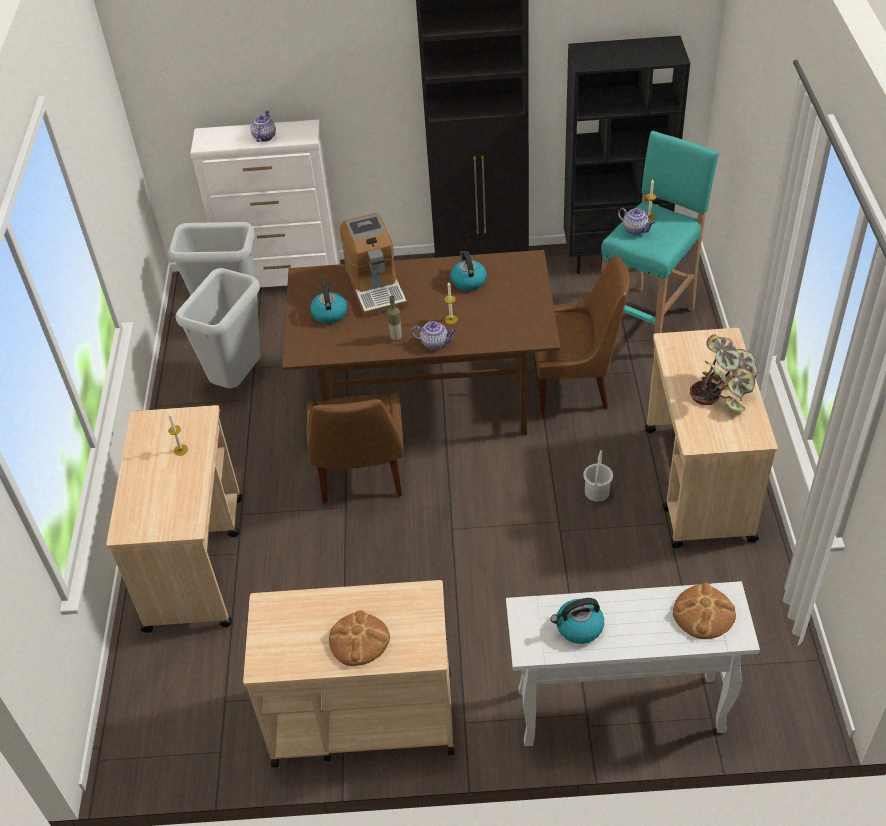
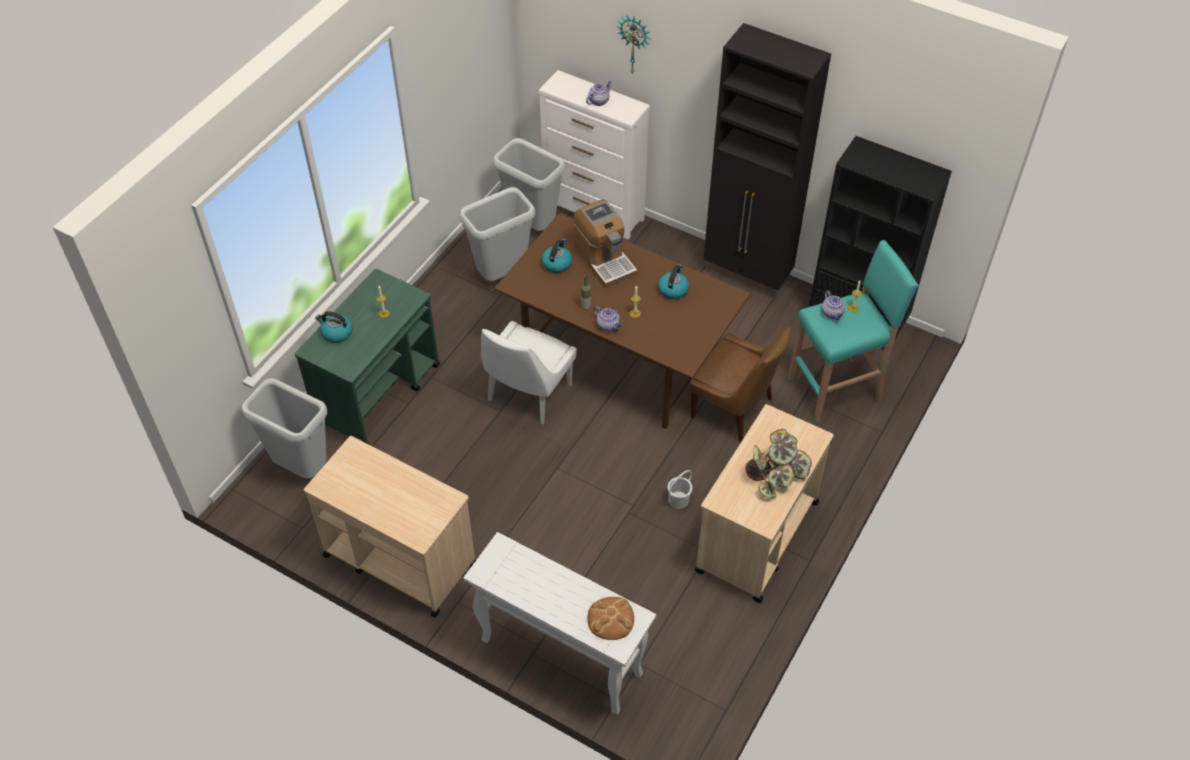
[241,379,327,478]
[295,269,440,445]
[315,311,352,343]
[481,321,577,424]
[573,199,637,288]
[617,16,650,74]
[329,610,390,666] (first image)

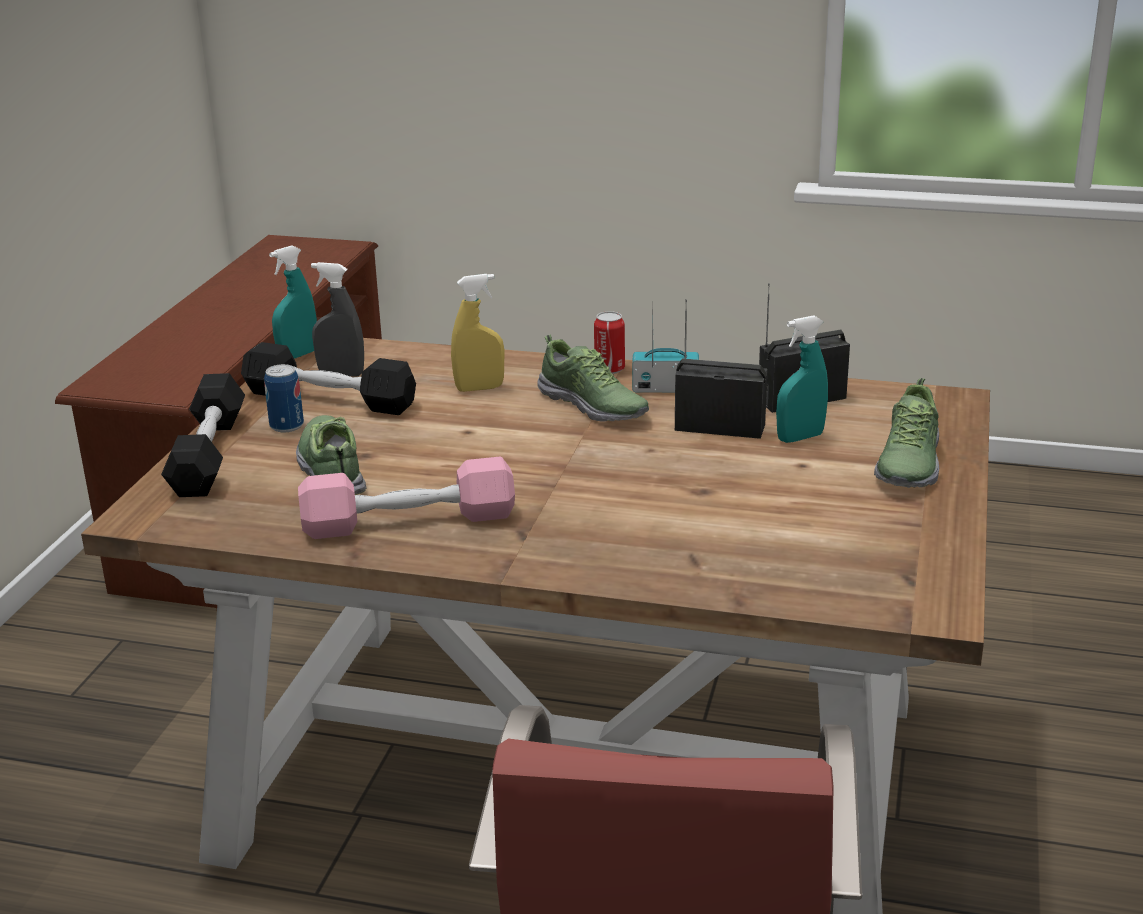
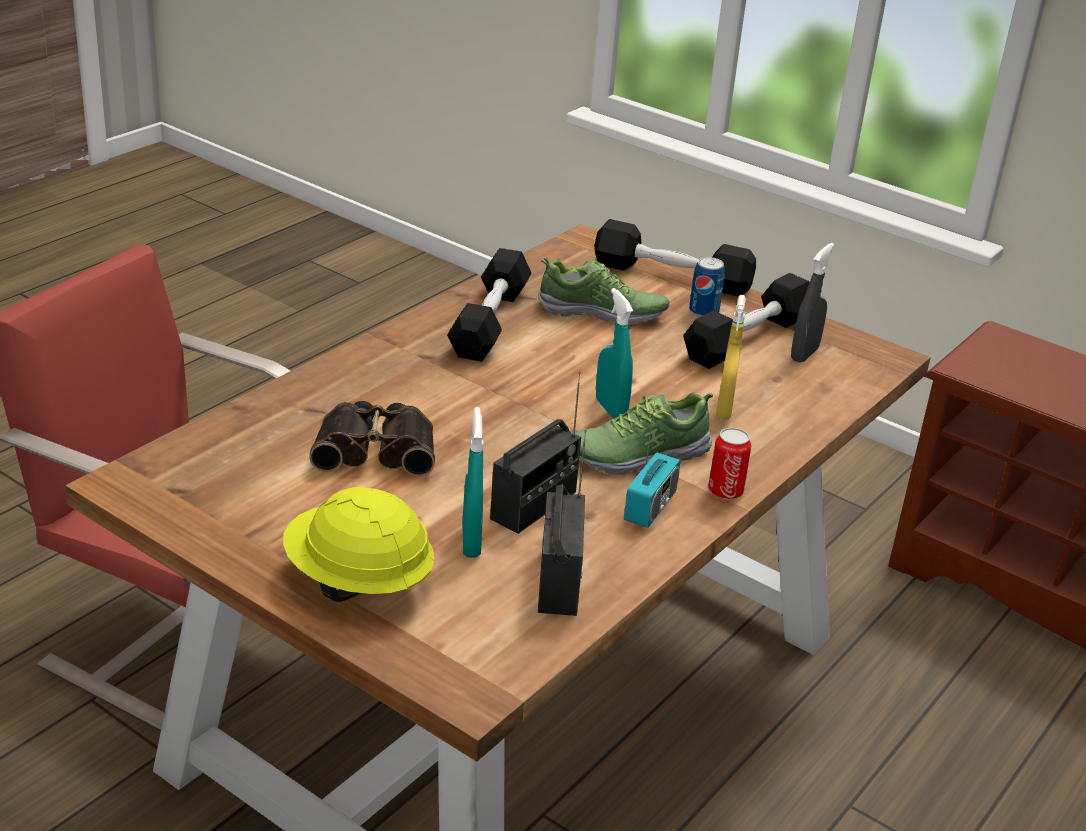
[283,486,434,602]
[309,401,435,476]
[447,248,531,362]
[596,288,633,419]

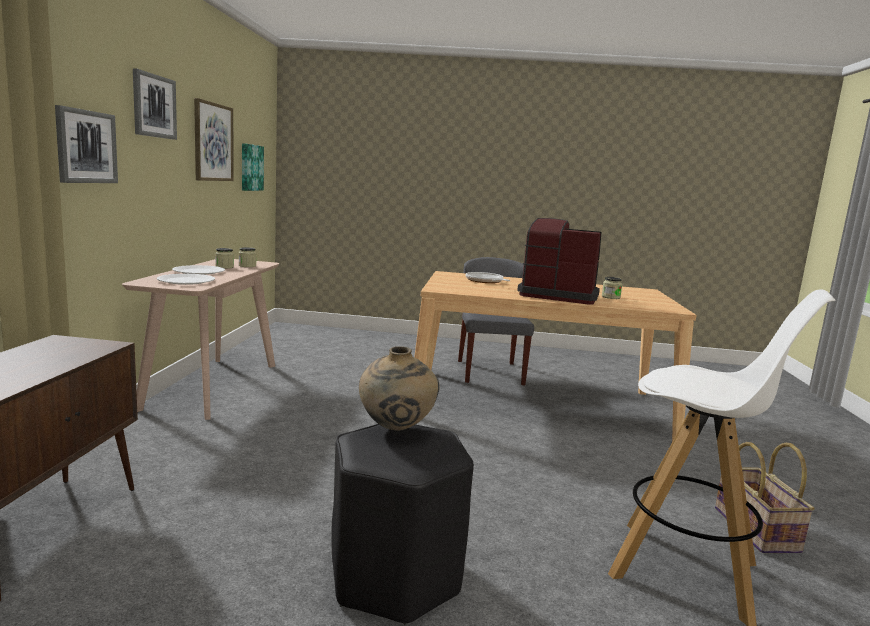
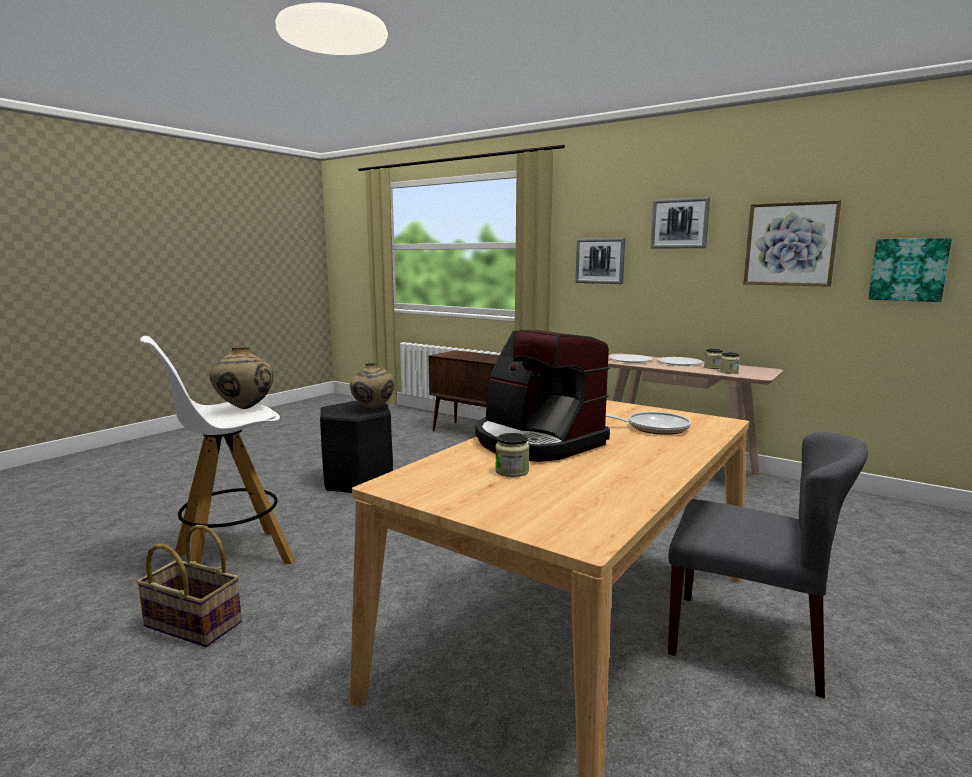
[209,346,274,409]
[475,330,610,462]

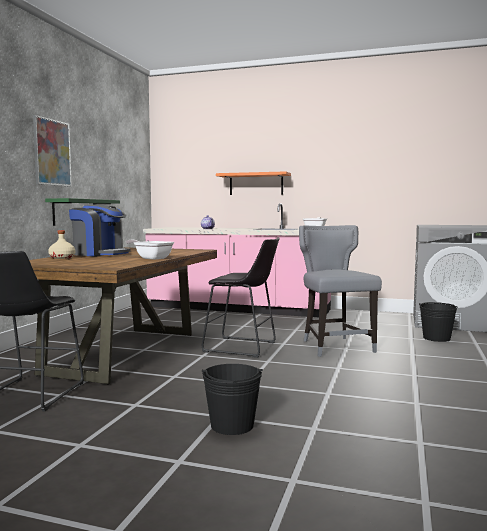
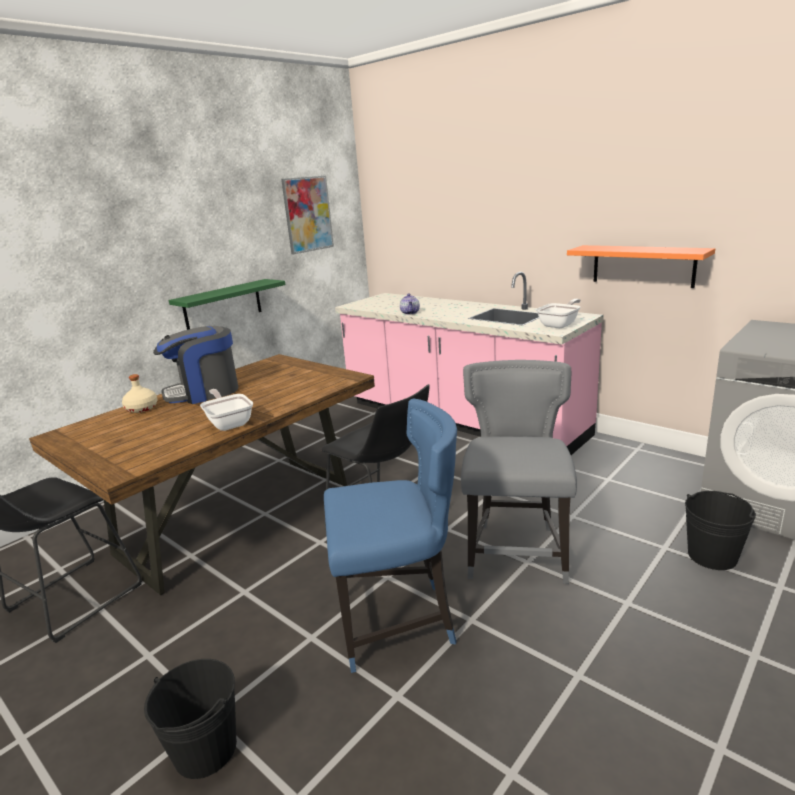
[153,326,239,404]
[281,176,334,254]
[324,398,457,673]
[567,245,715,288]

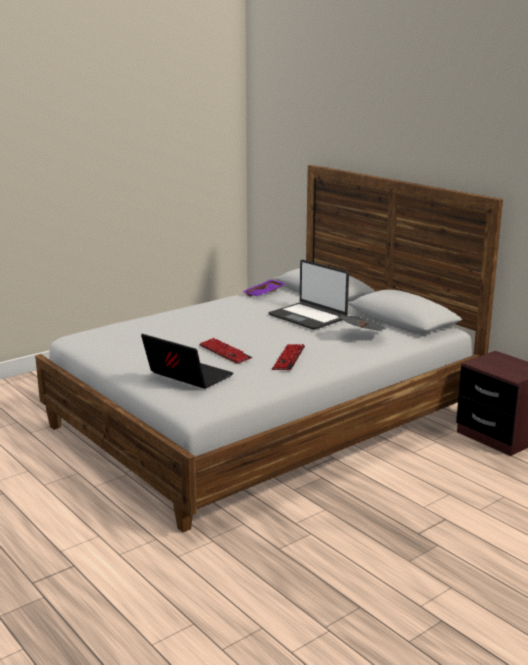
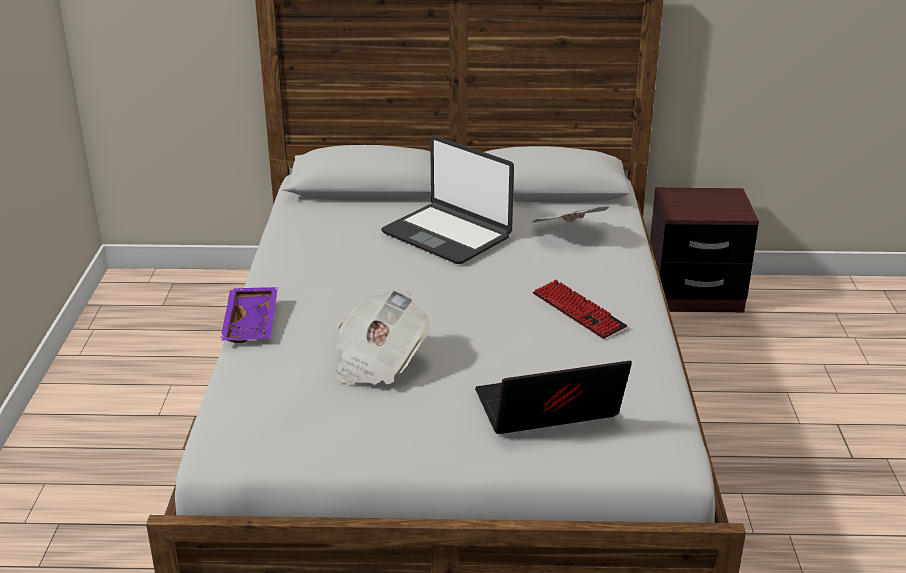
[220,287,278,343]
[334,290,429,384]
[381,136,514,264]
[199,338,252,364] (first image)

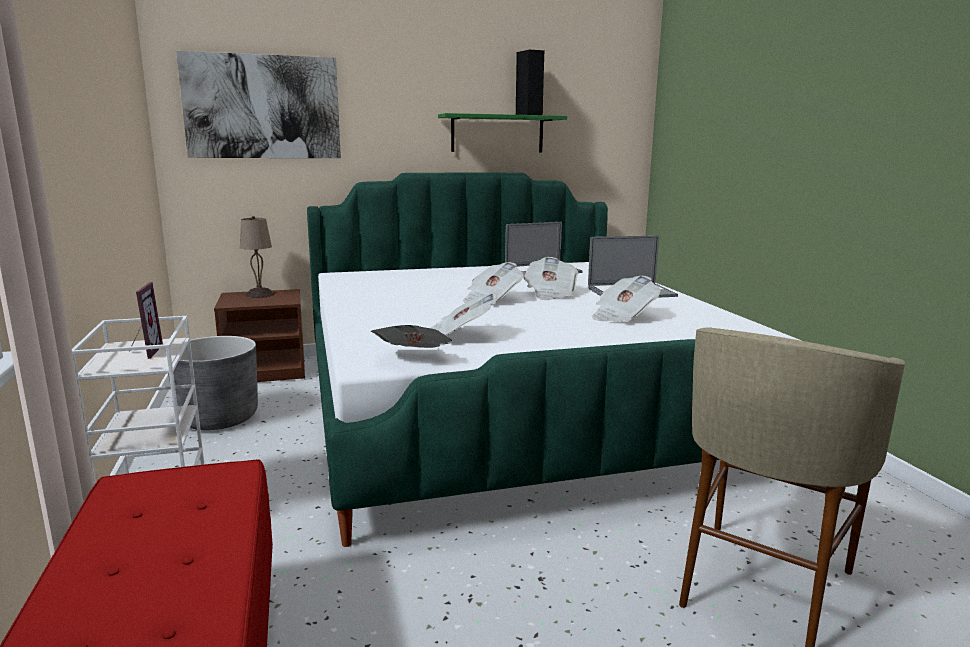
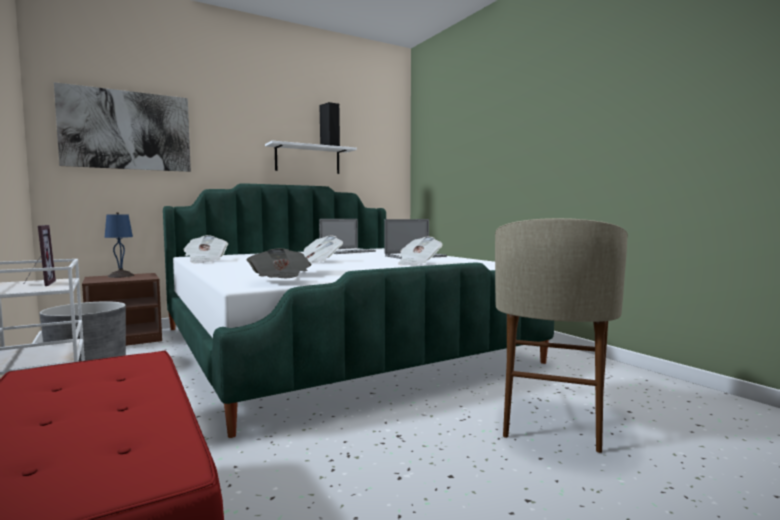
[105,212,134,278]
[183,235,228,264]
[265,141,357,174]

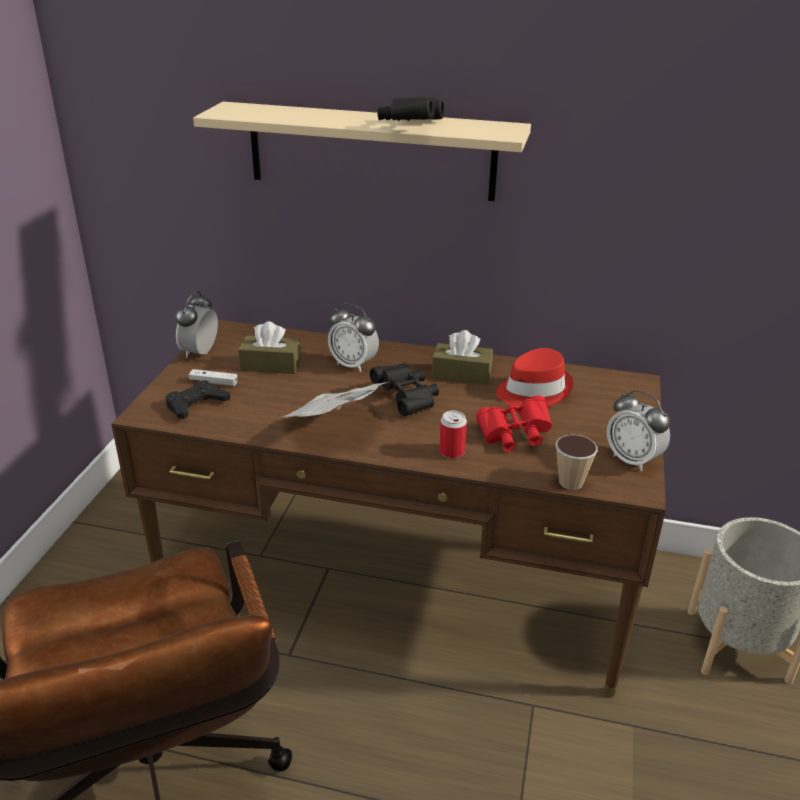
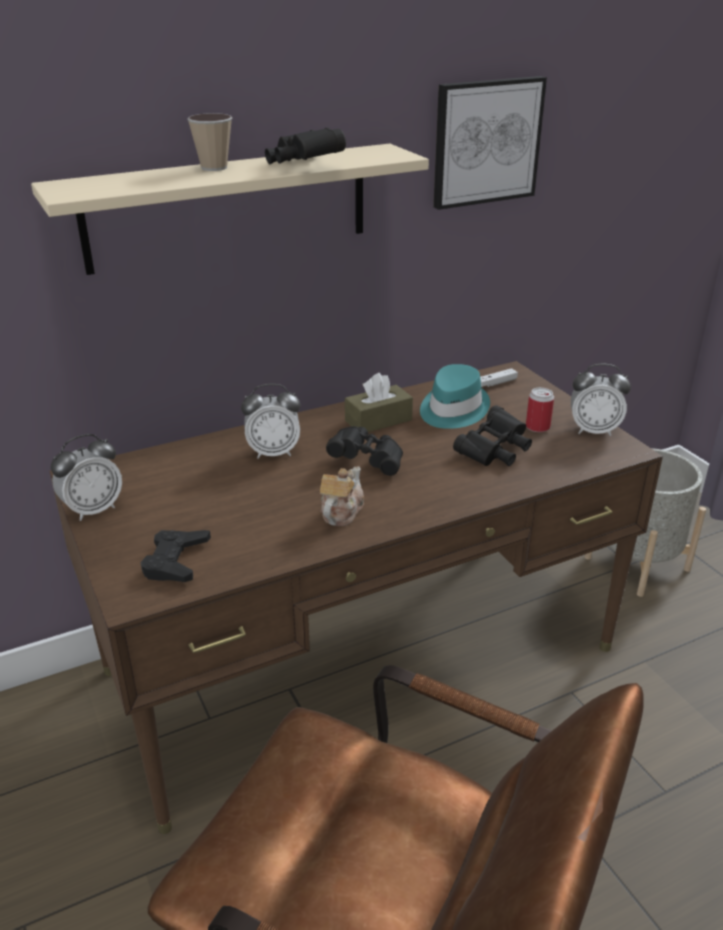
[51,434,122,521]
[187,113,232,171]
[320,466,364,526]
[420,364,490,429]
[433,76,547,210]
[453,405,532,466]
[480,368,518,387]
[526,387,554,432]
[238,321,301,374] (first image)

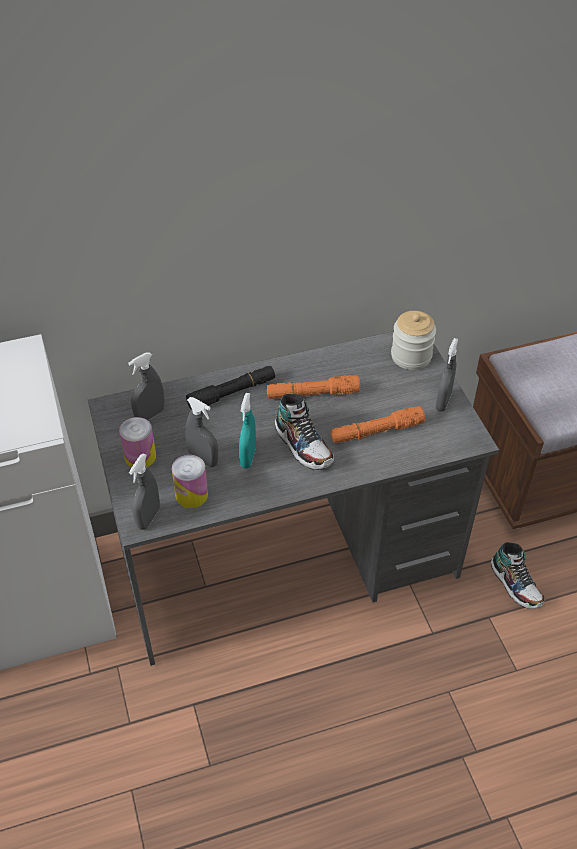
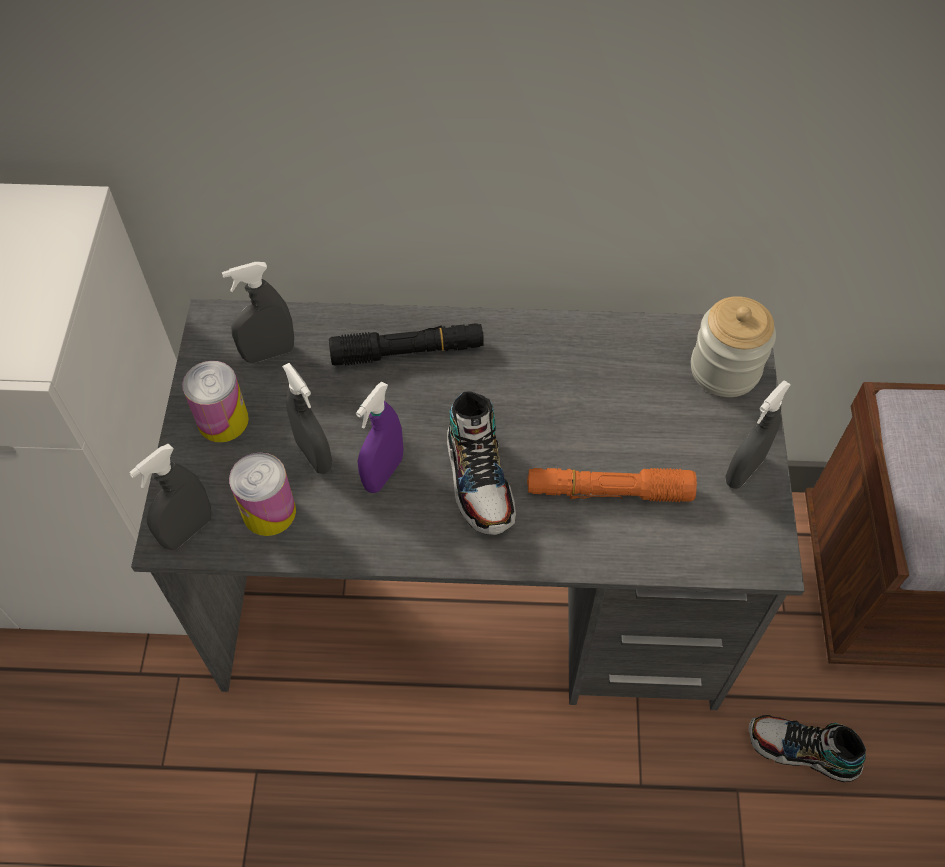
[356,381,403,493]
[749,715,866,782]
[267,375,360,399] (first image)

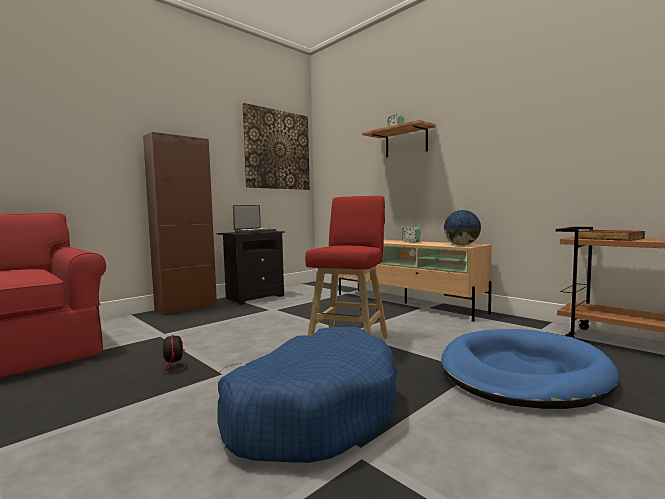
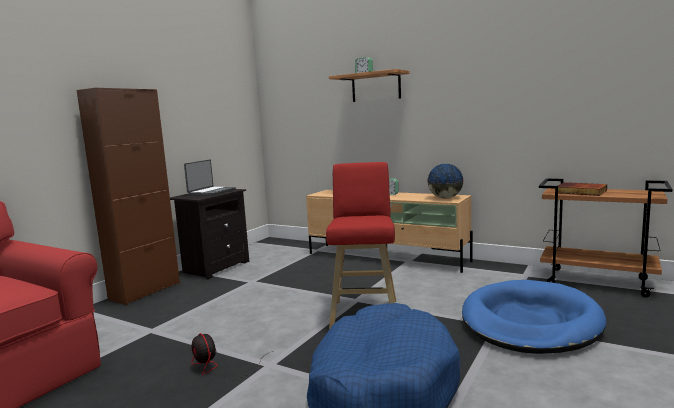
[242,103,310,190] (first image)

